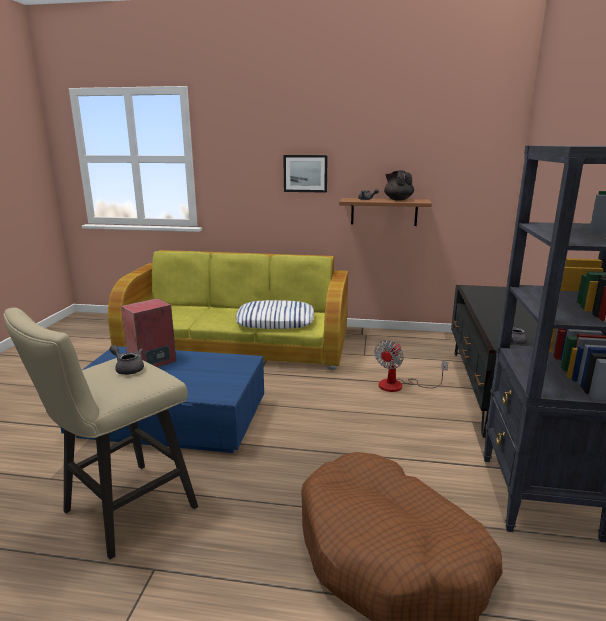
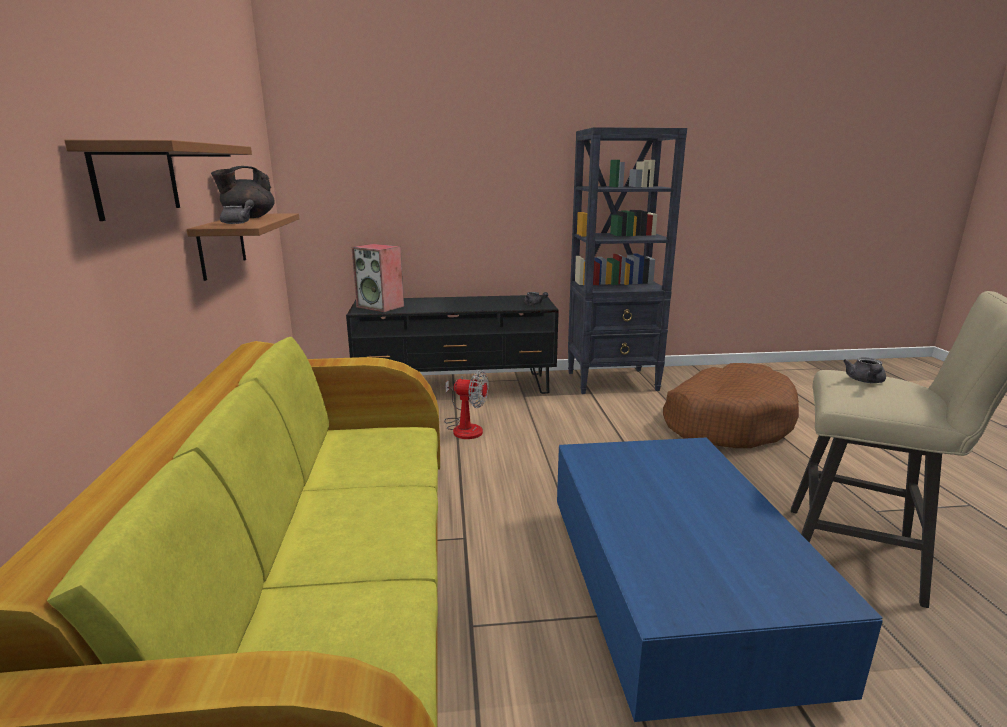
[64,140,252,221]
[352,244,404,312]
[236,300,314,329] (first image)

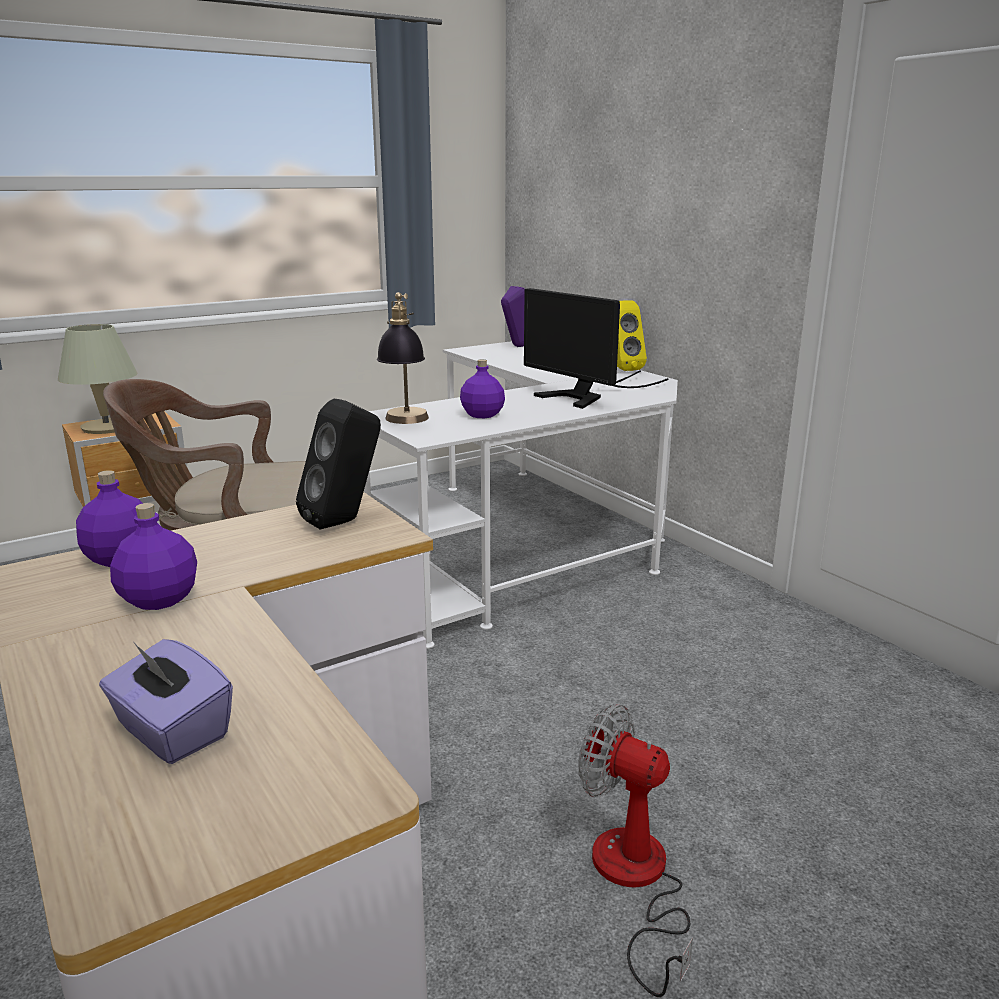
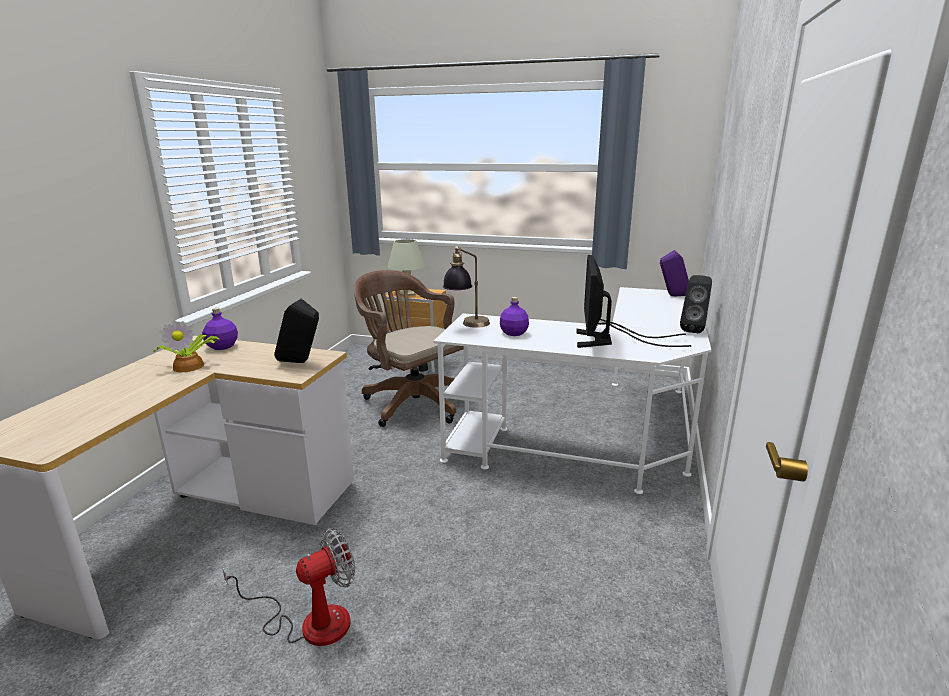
[153,320,219,372]
[222,528,355,646]
[680,275,712,333]
[99,639,233,764] (first image)

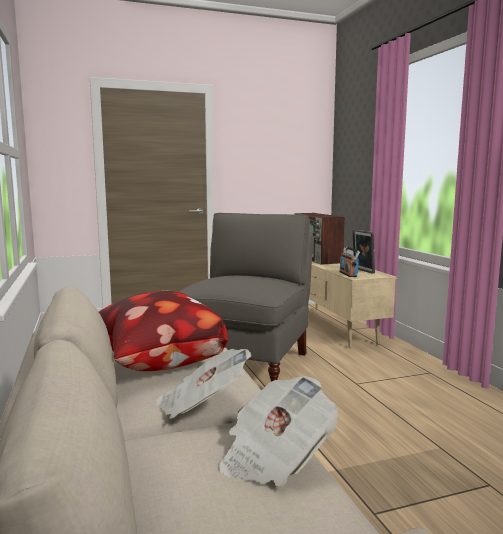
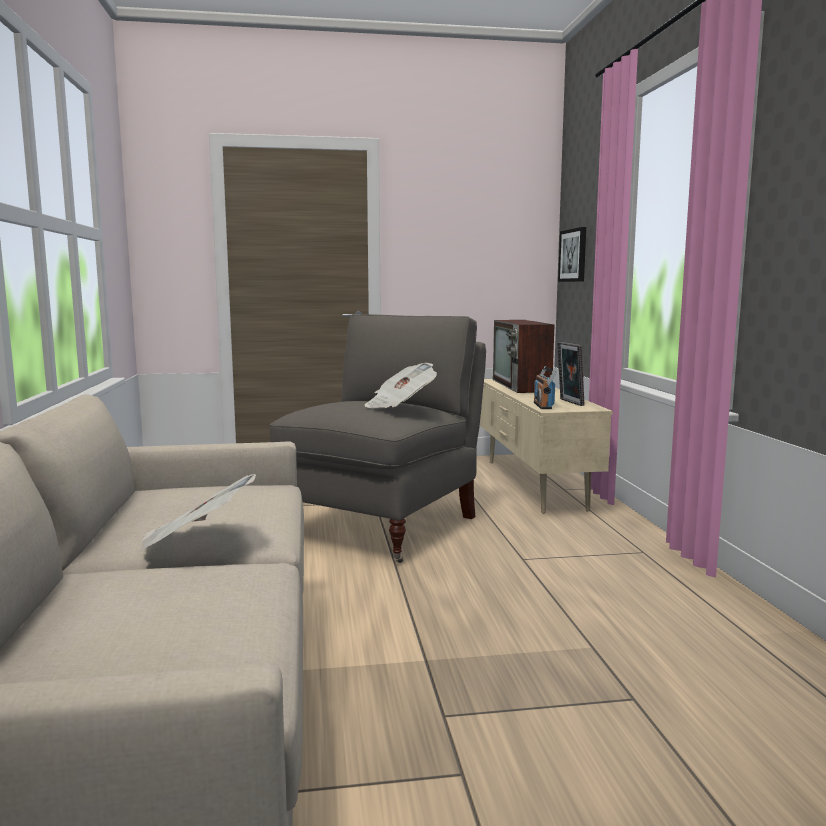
[365,363,437,408]
[558,227,586,282]
[99,291,228,371] (first image)

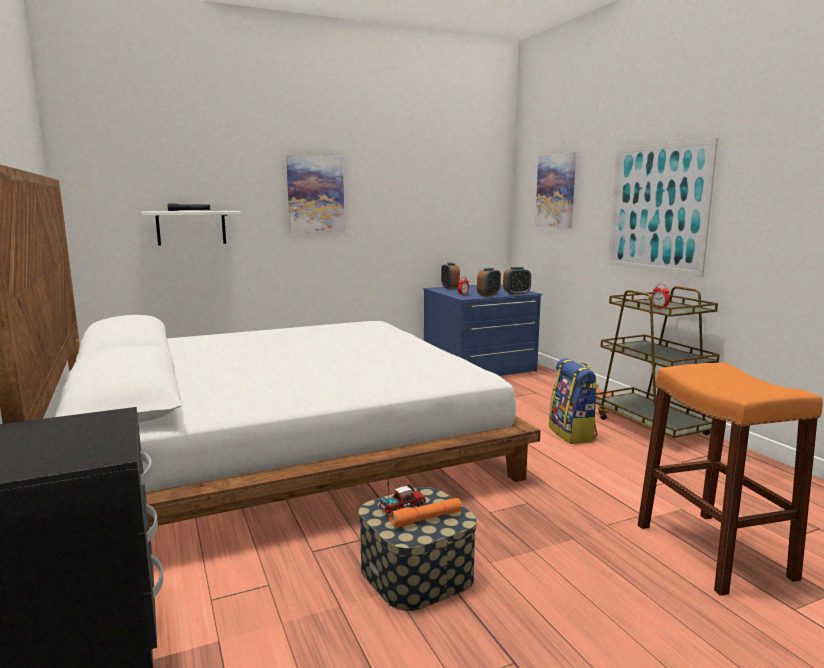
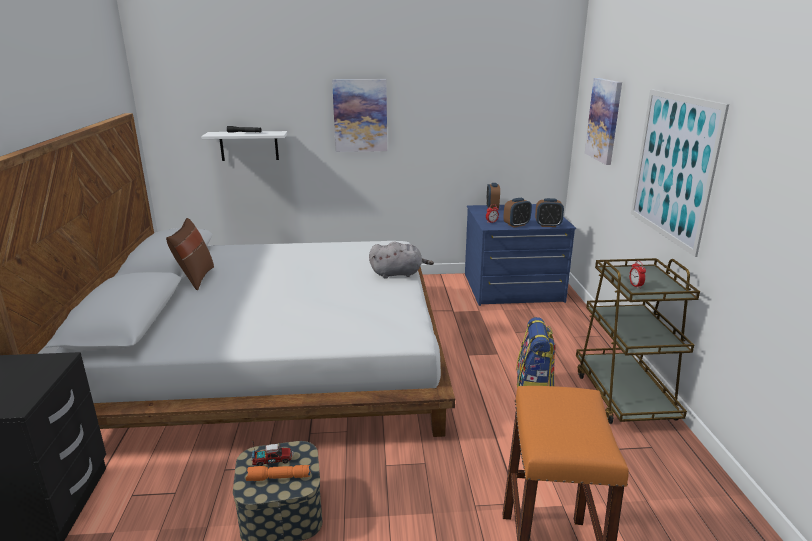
[166,218,214,290]
[369,242,434,279]

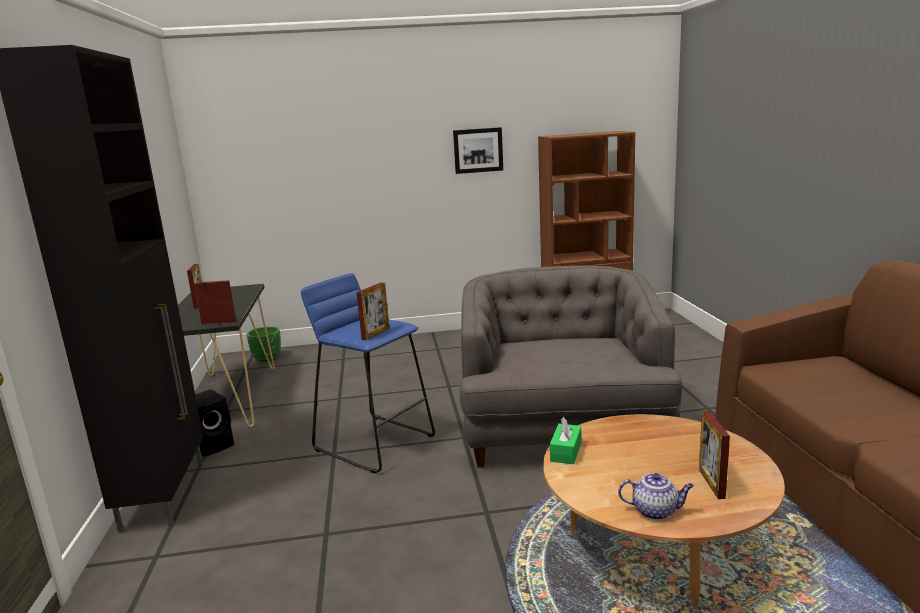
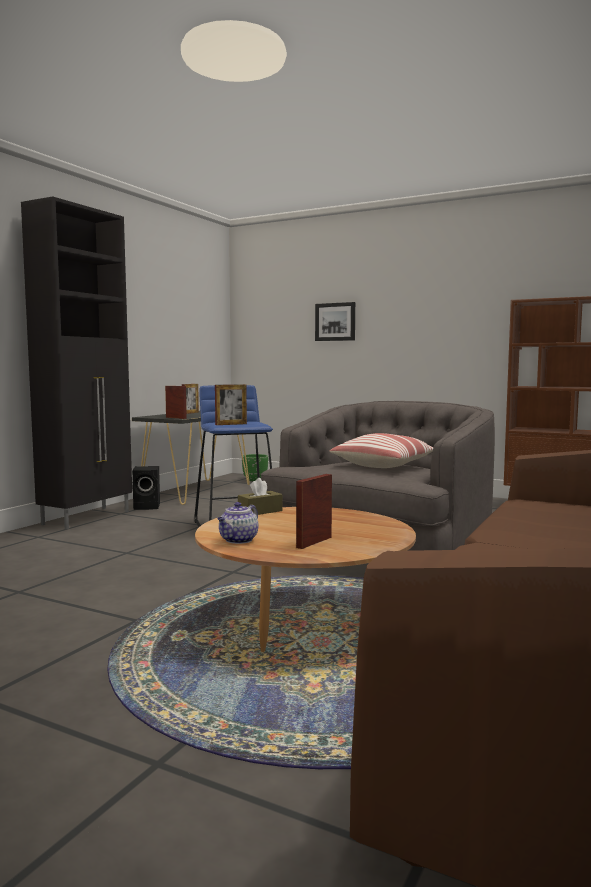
[217,502,258,544]
[238,478,282,515]
[315,302,355,341]
[329,433,433,468]

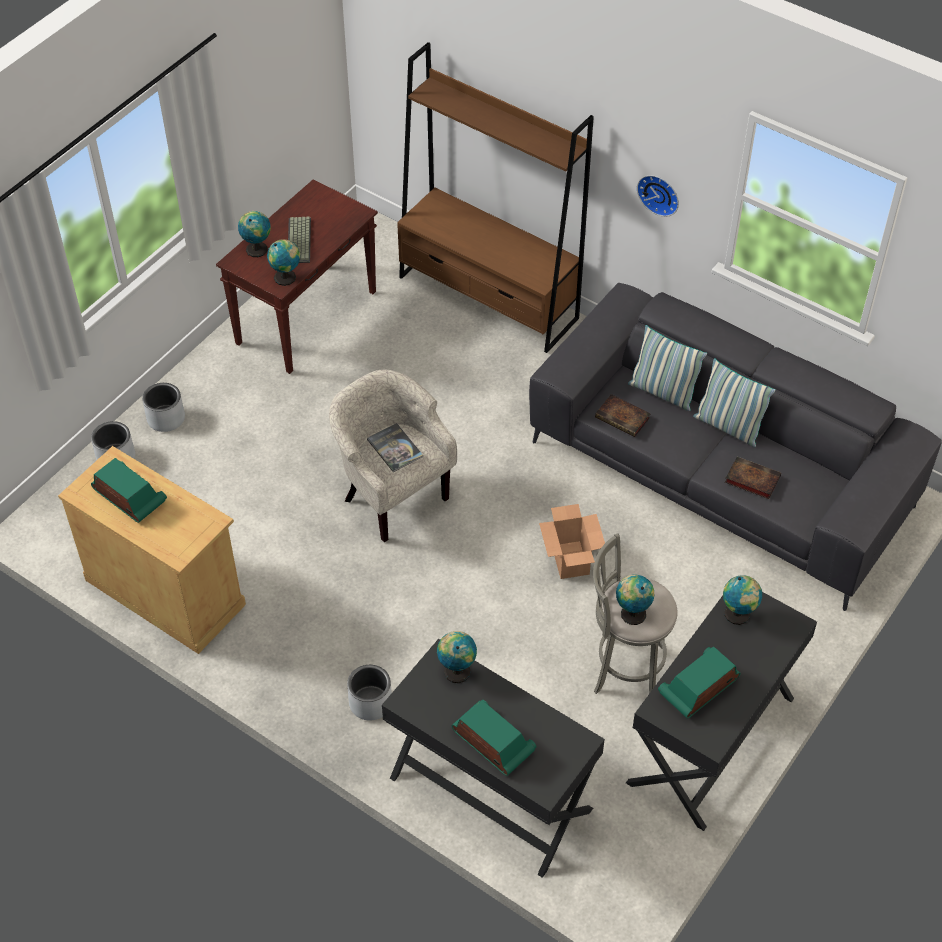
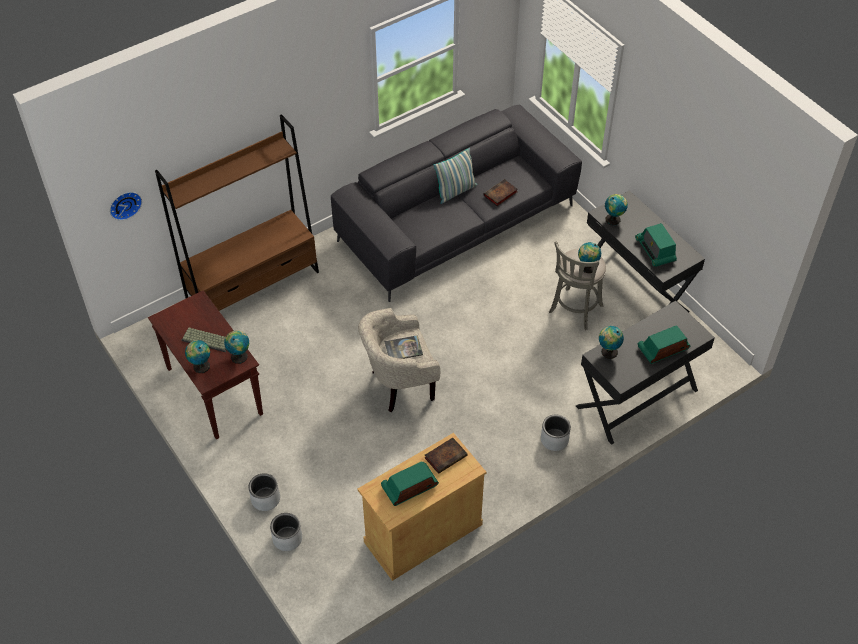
[110,192,142,220]
[425,438,467,474]
[539,504,605,579] (first image)
[628,325,707,411] (first image)

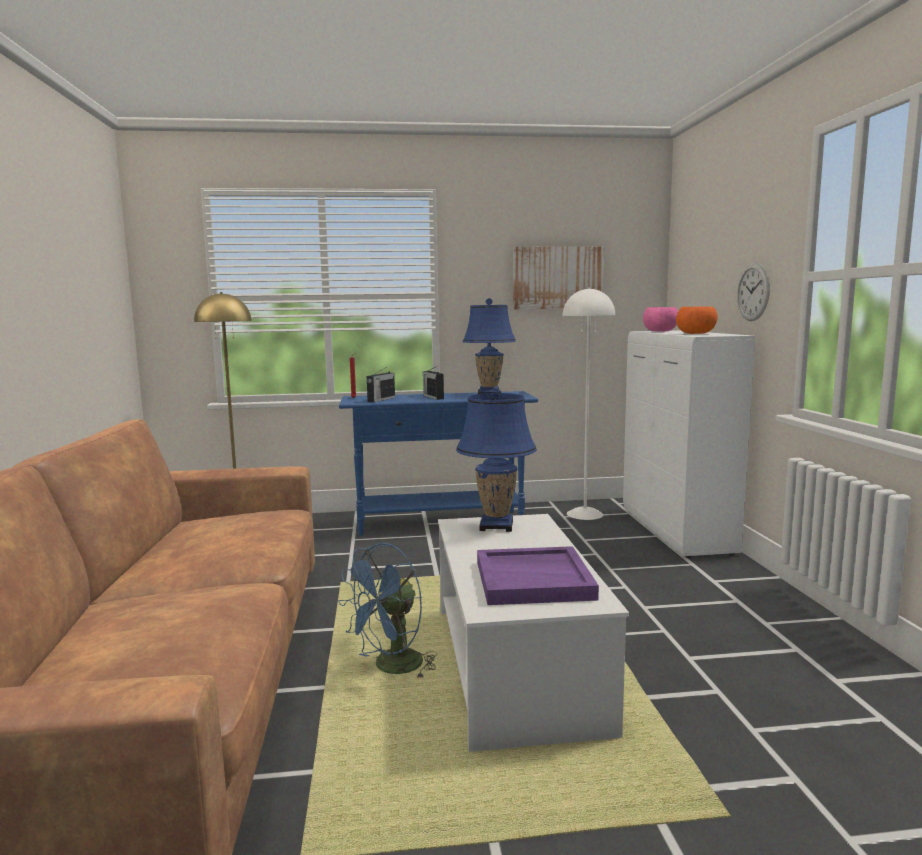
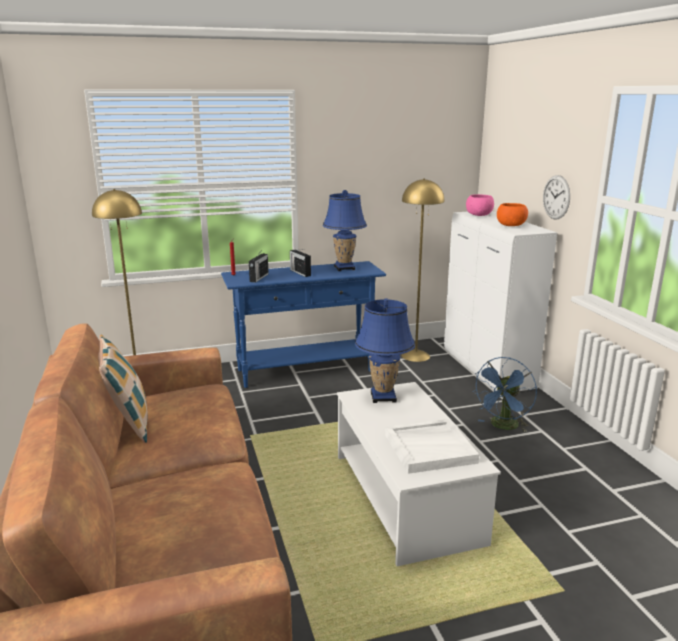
[98,335,148,443]
[385,419,479,474]
[402,178,444,362]
[473,357,537,432]
[513,246,604,309] (first image)

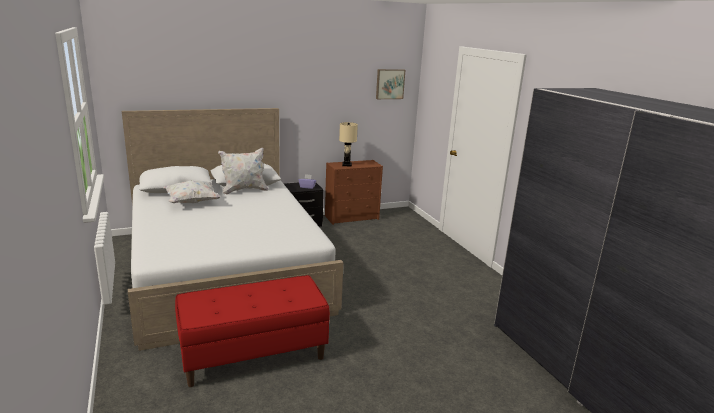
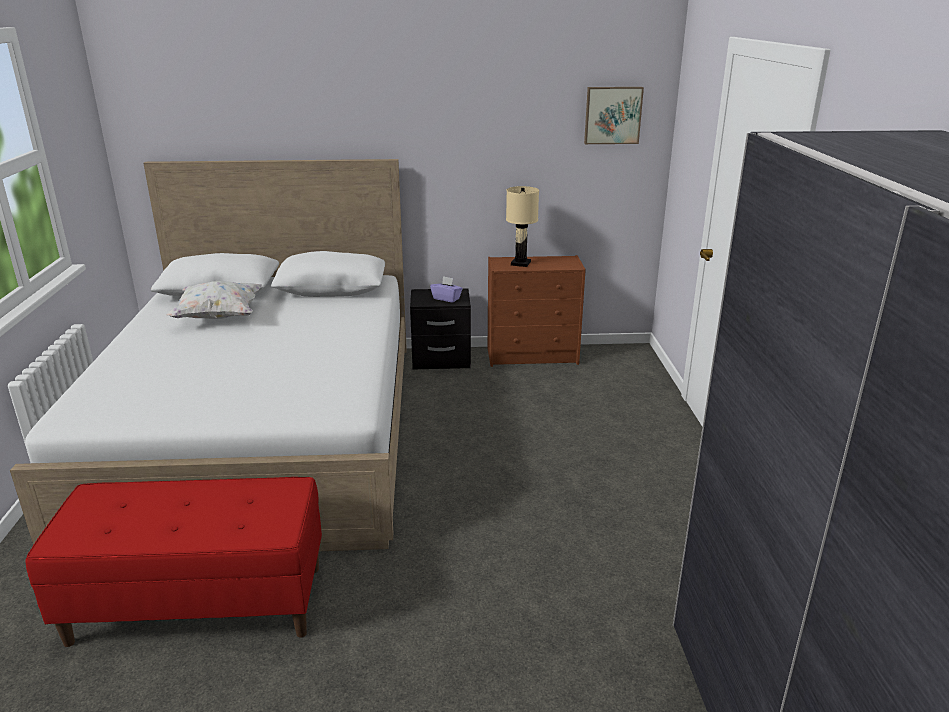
[218,148,268,195] (first image)

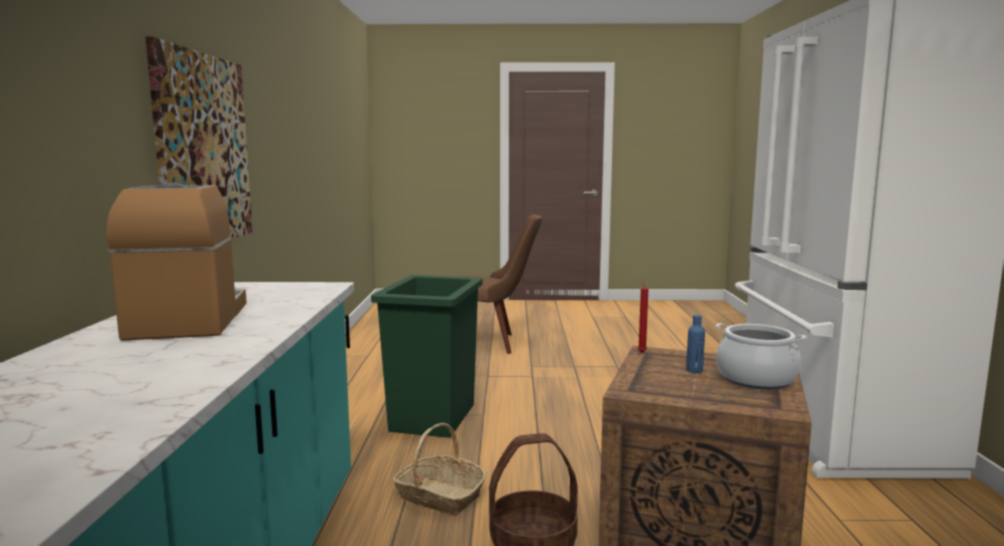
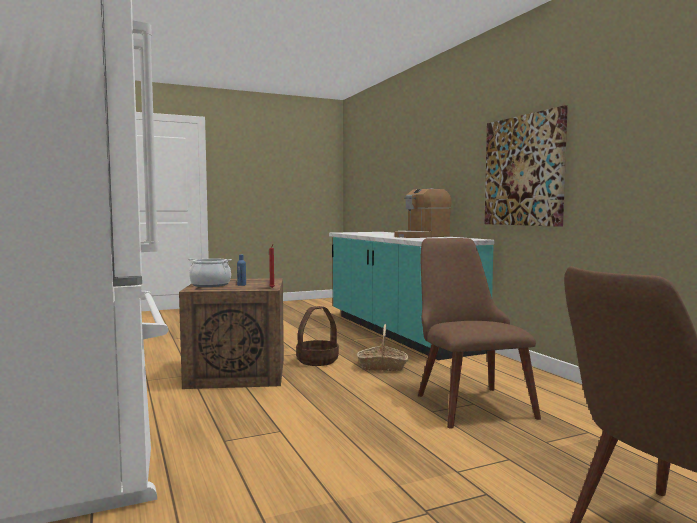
[394,188,452,238]
[418,238,541,429]

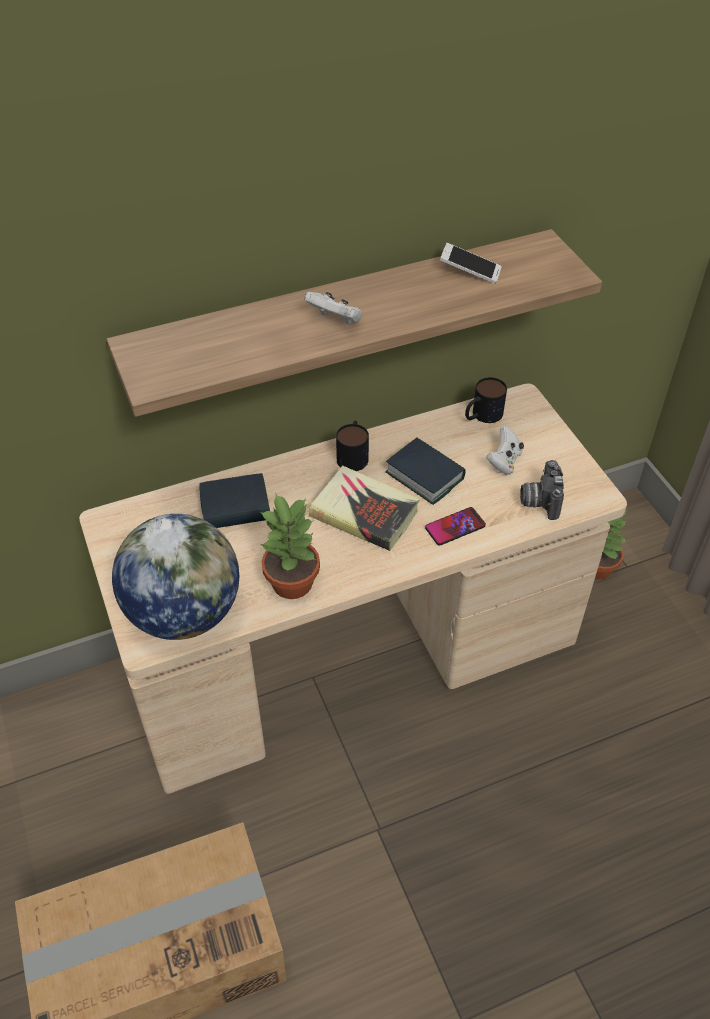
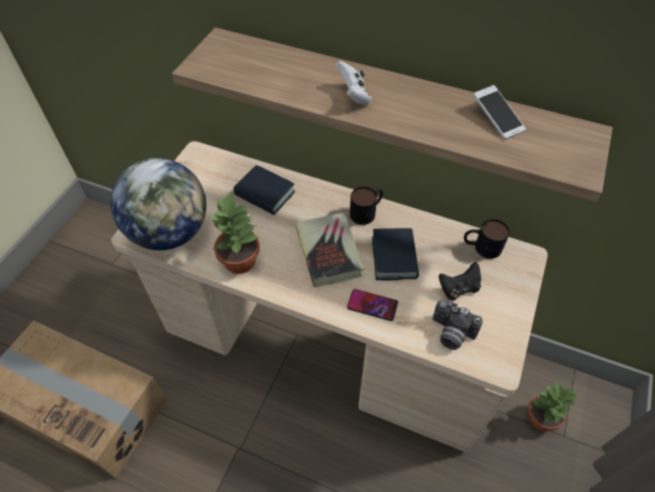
[433,300,483,350]
[438,262,481,300]

